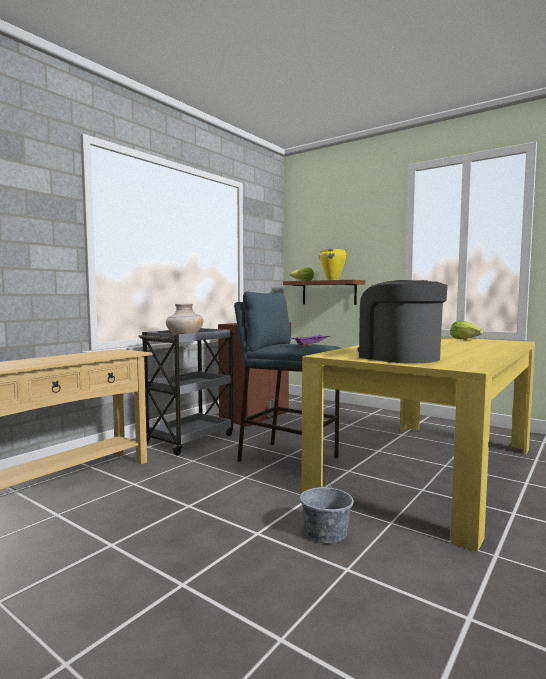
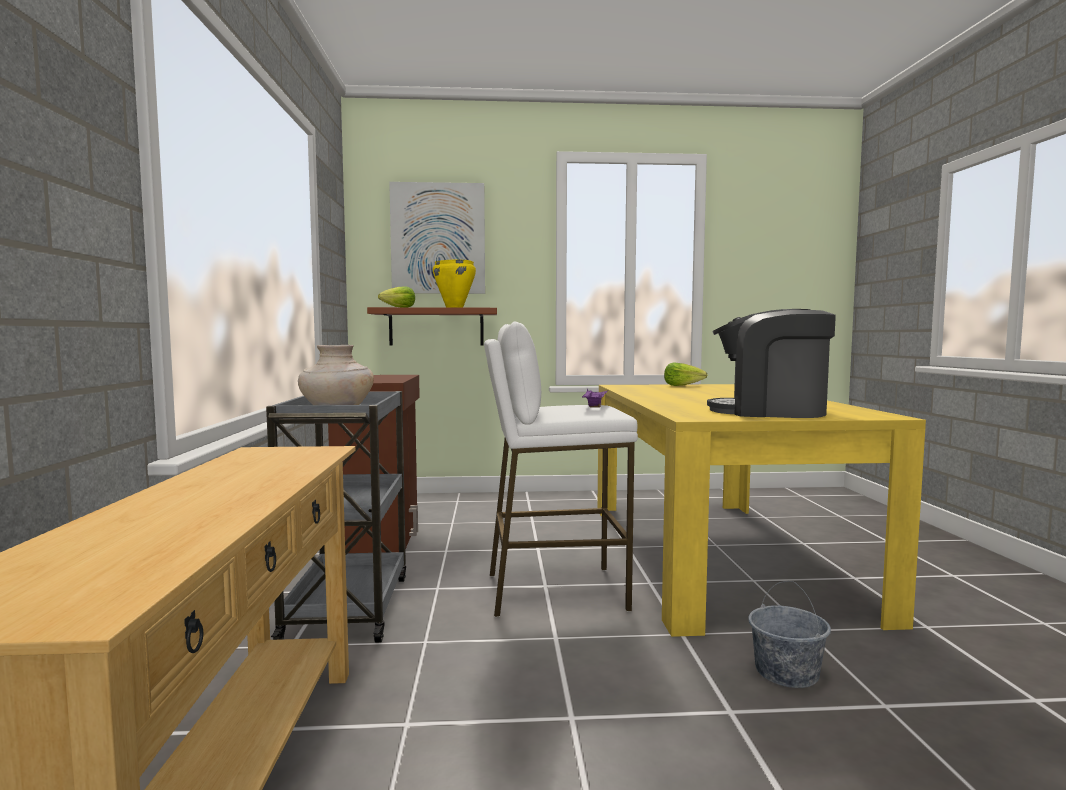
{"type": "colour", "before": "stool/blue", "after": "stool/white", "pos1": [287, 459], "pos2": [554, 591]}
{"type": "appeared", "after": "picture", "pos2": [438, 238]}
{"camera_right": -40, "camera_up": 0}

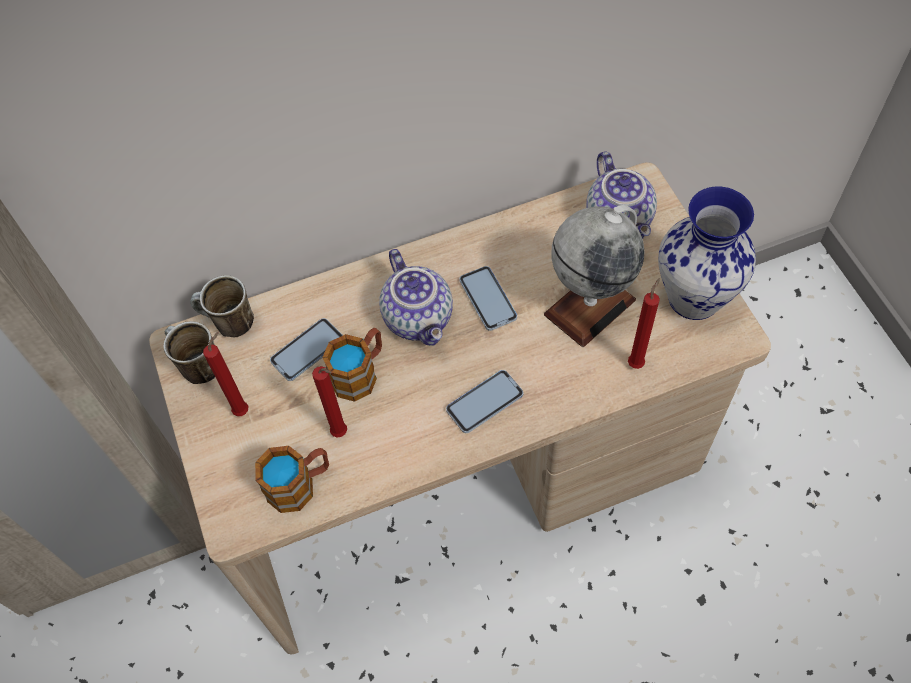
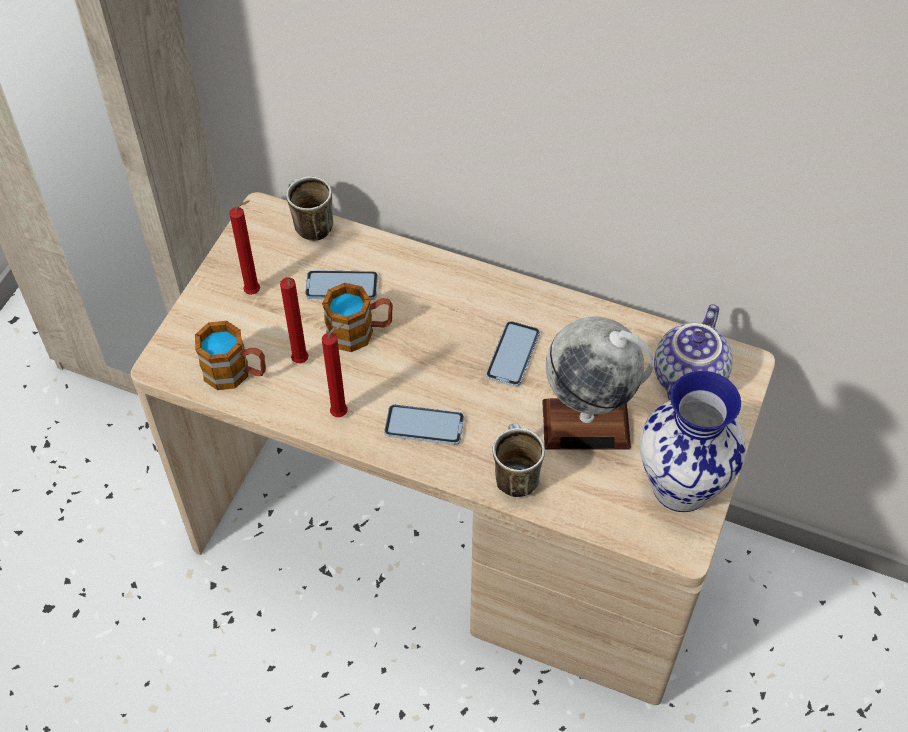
{"type": "missing", "before": "teapot", "pos1": [420, 318]}
{"type": "relocated", "before": "candle/red", "pos1": [636, 362], "pos2": [342, 413]}
{"type": "relocated", "before": "mug", "pos1": [196, 367], "pos2": [513, 475]}
{"camera_right": 40, "camera_up": -5}

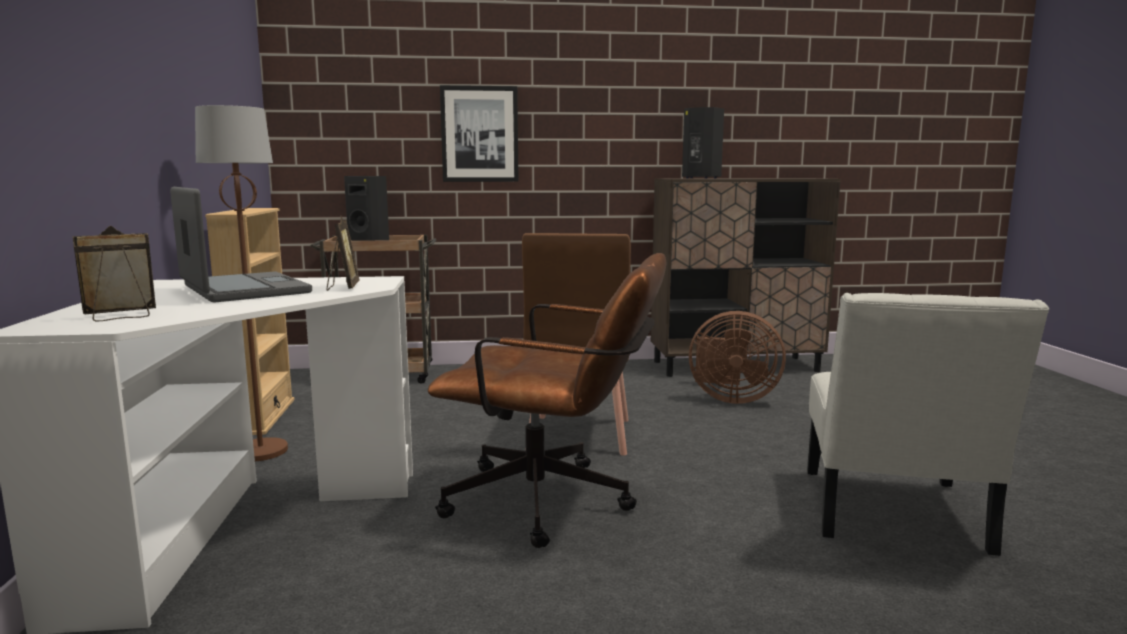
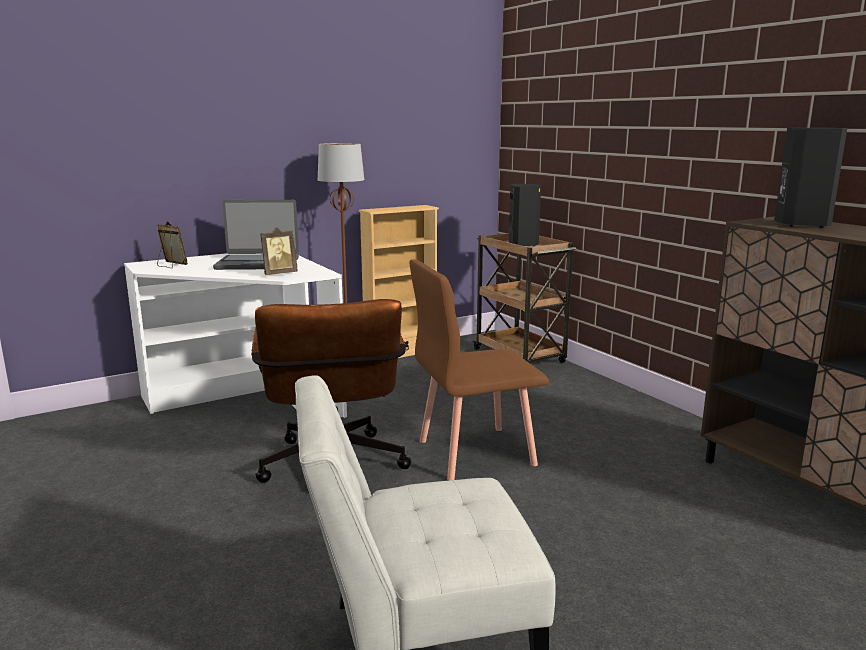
{"type": "missing", "before": "picture", "pos1": [479, 134]}
{"type": "spun", "before": "laptop", "pos1": [243, 290], "pos2": [258, 263], "turn": 60}
{"type": "missing", "before": "fan/brown", "pos1": [730, 398]}
{"camera_right": 65, "camera_up": 5}

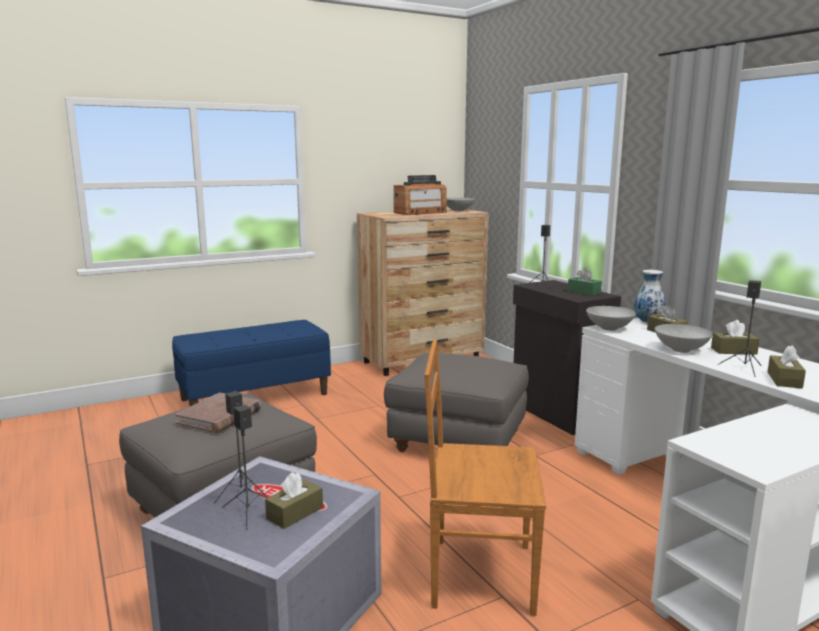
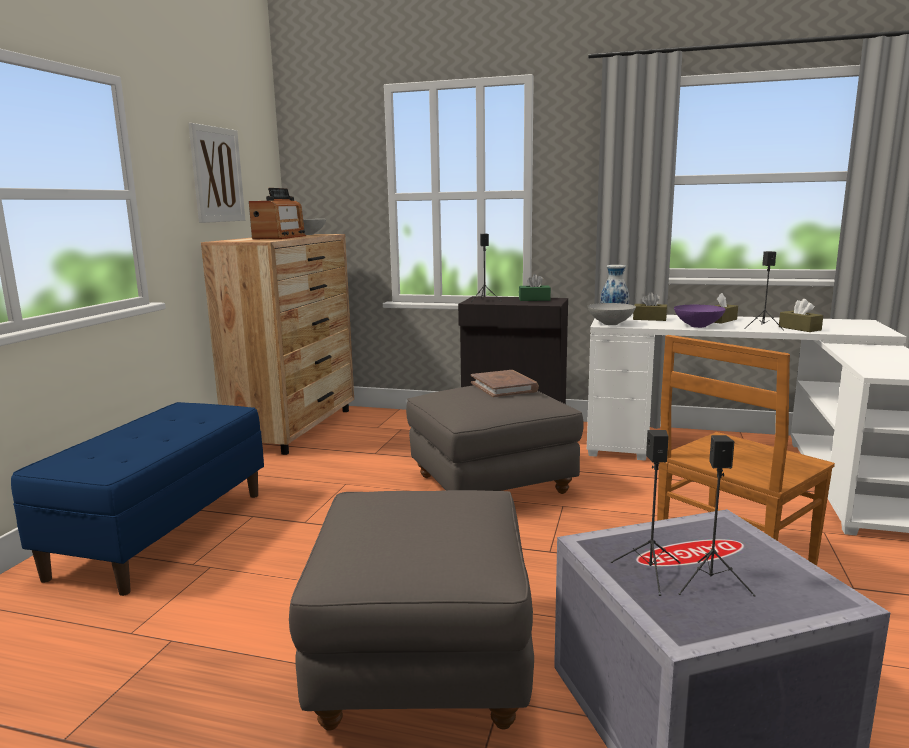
{"type": "colour", "before": "bowl/grey", "after": "bowl/purple", "pos1": [680, 350], "pos2": [697, 326]}
{"type": "relocated", "before": "book/brown", "pos1": [220, 416], "pos2": [504, 387]}
{"type": "missing", "before": "tissue box/brown", "pos1": [295, 513]}
{"type": "appeared", "after": "picture", "pos2": [217, 175]}
{"camera_right": -45, "camera_up": 0}

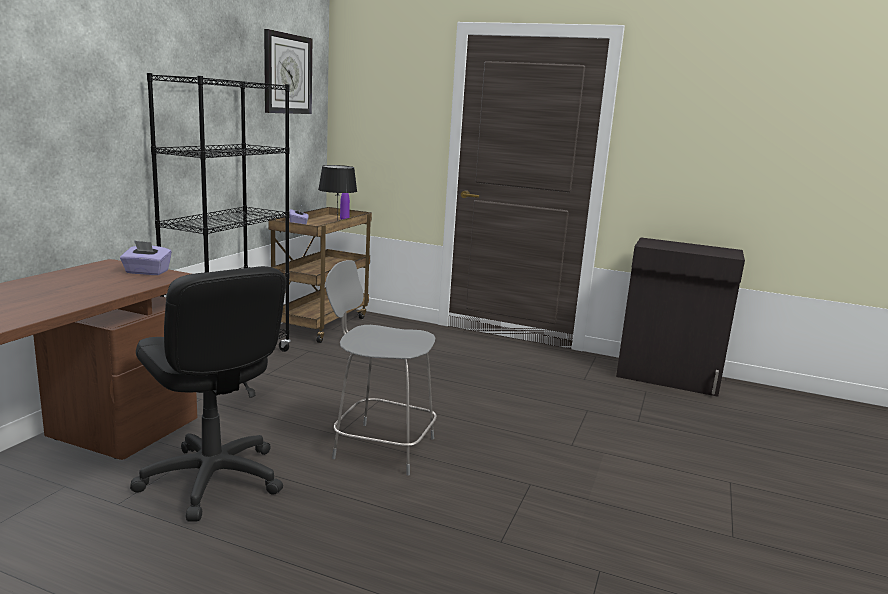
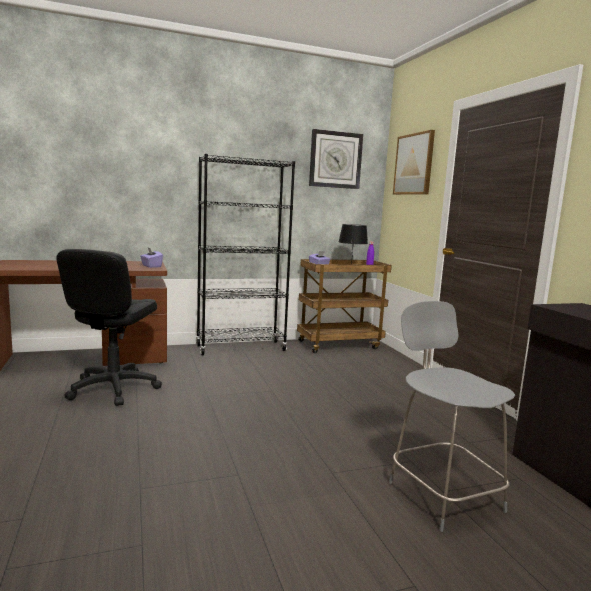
{"type": "relocated", "before": "chair/grey", "pos1": [381, 447], "pos2": [442, 494]}
{"type": "appeared", "after": "picture", "pos2": [414, 164]}
{"camera_right": 50, "camera_up": -5}

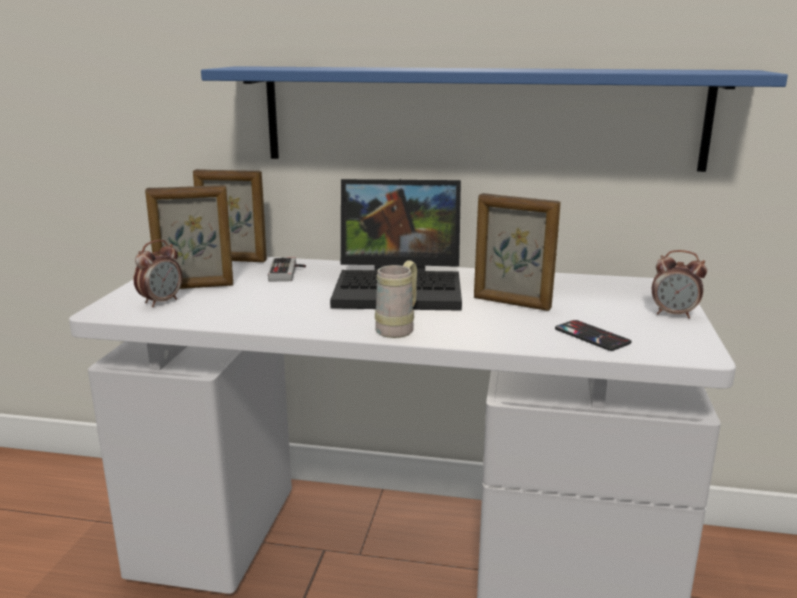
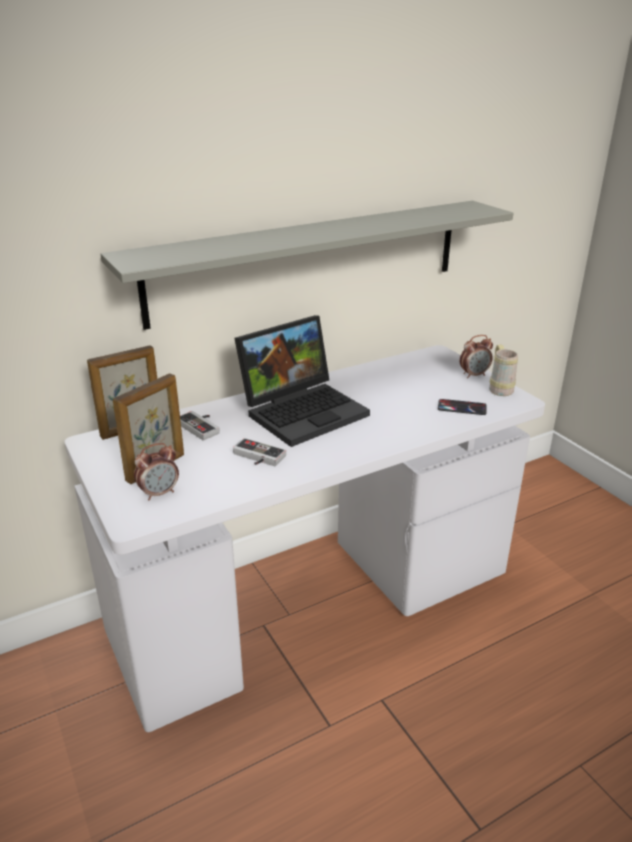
{"type": "colour", "before": "shelf/blue", "after": "shelf/grey", "pos1": [479, 117], "pos2": [310, 260]}
{"type": "missing", "before": "picture frame", "pos1": [511, 303]}
{"type": "spun", "before": "alarm clock", "pos1": [161, 302], "pos2": [159, 493], "turn": 60}
{"type": "relocated", "before": "mug/beige", "pos1": [399, 328], "pos2": [499, 388]}
{"type": "appeared", "after": "game controller", "pos2": [256, 457]}
{"camera_right": -40, "camera_up": 10}

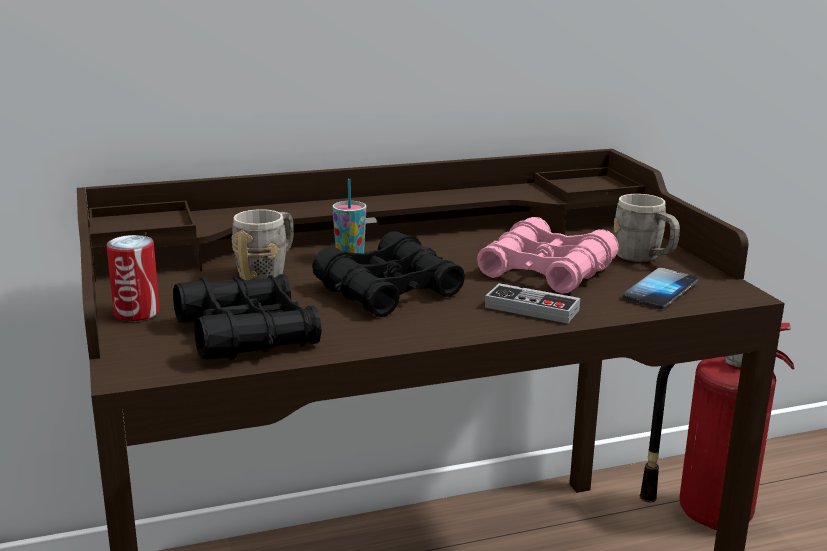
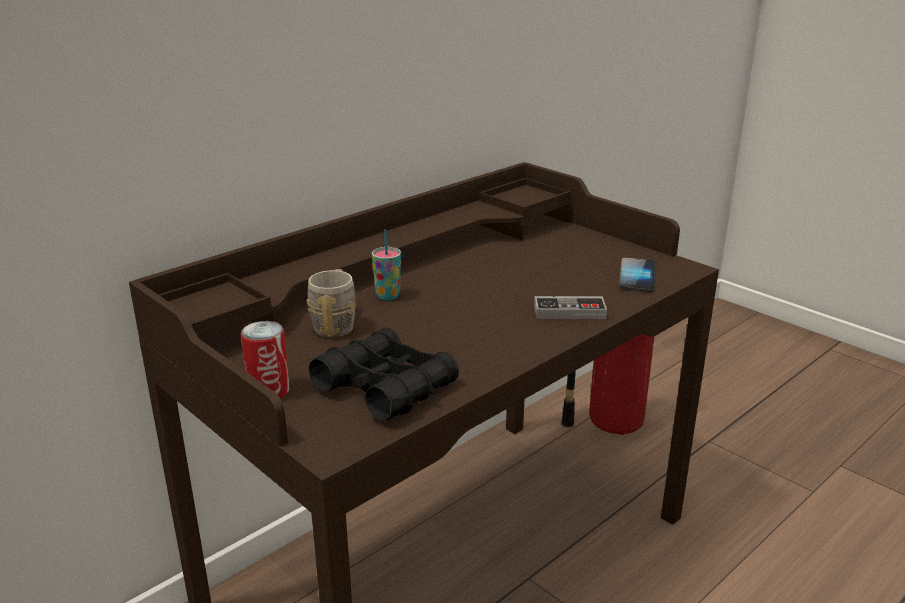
{"type": "missing", "before": "mug/grey", "pos1": [644, 258]}
{"type": "missing", "before": "binoculars/pink", "pos1": [546, 271]}
{"type": "missing", "before": "binoculars/black", "pos1": [389, 291]}
{"camera_right": -25, "camera_up": 5}

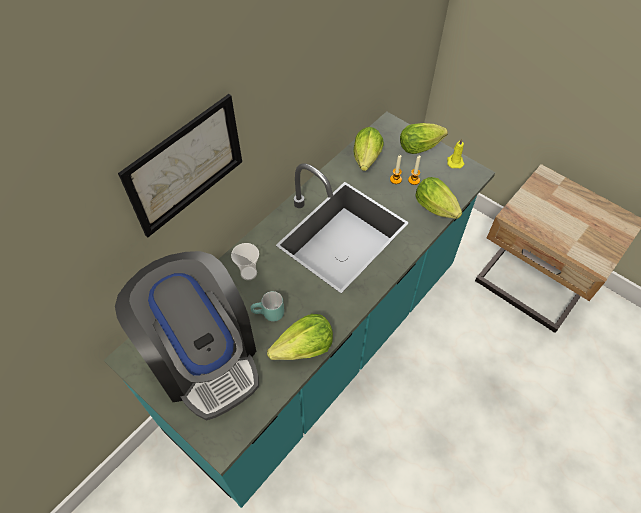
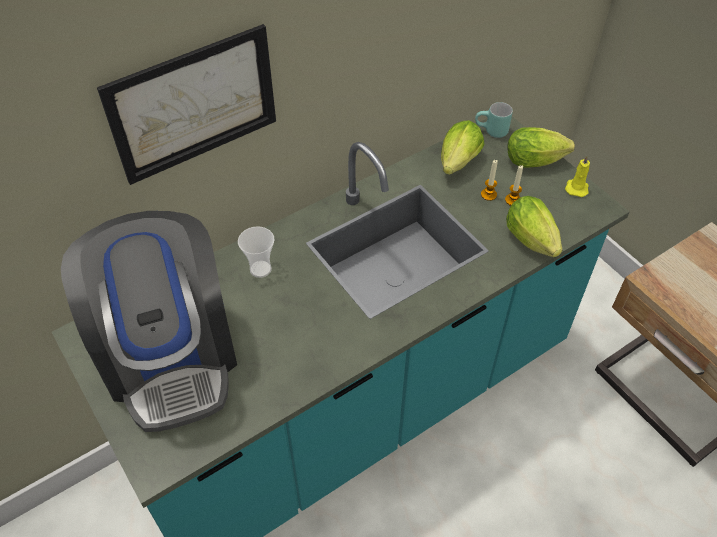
{"type": "relocated", "before": "mug/turquoise", "pos1": [269, 315], "pos2": [491, 132]}
{"type": "missing", "before": "lettuce", "pos1": [304, 348]}
{"camera_right": 15, "camera_up": -5}

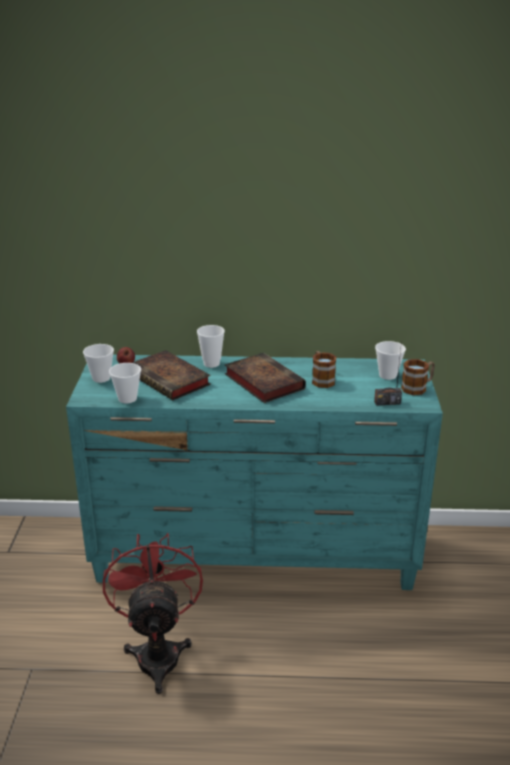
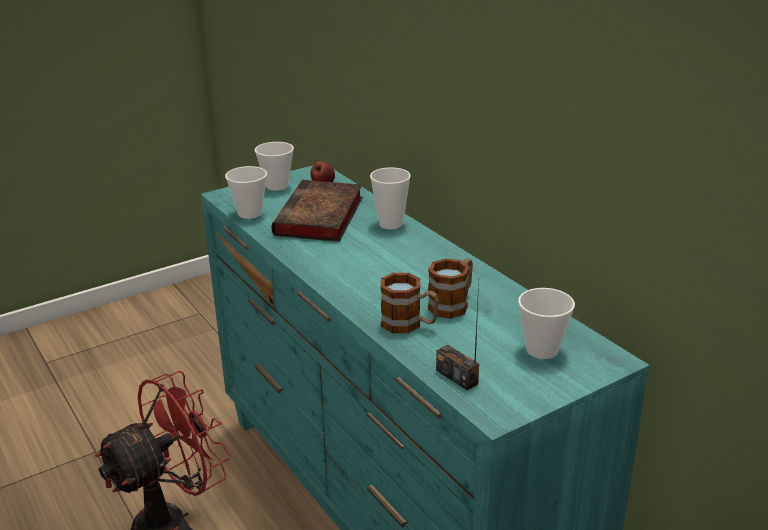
{"type": "missing", "before": "book", "pos1": [262, 381]}
{"type": "relocated", "before": "mug", "pos1": [418, 387], "pos2": [409, 324]}
{"camera_right": 55, "camera_up": 0}

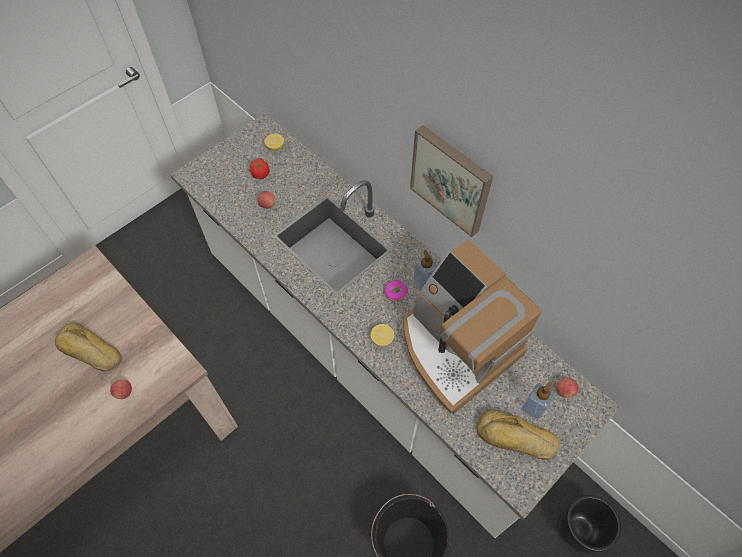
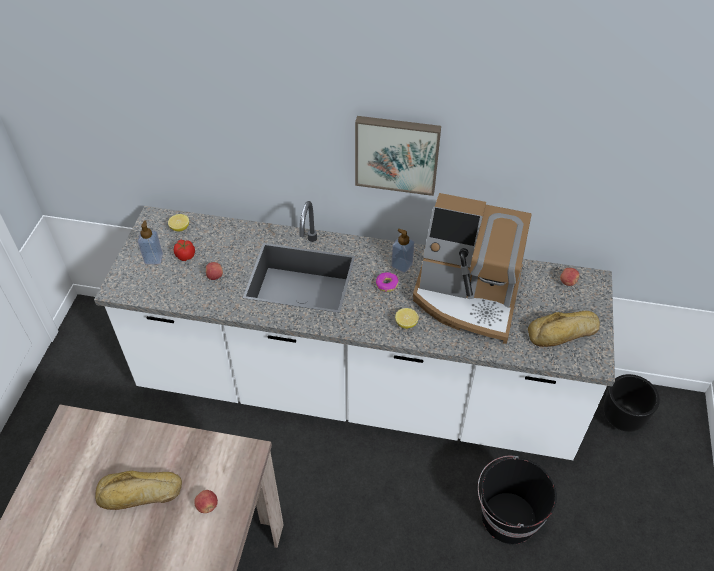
{"type": "relocated", "before": "soap dispenser", "pos1": [533, 407], "pos2": [153, 258]}
{"camera_right": -35, "camera_up": -10}

